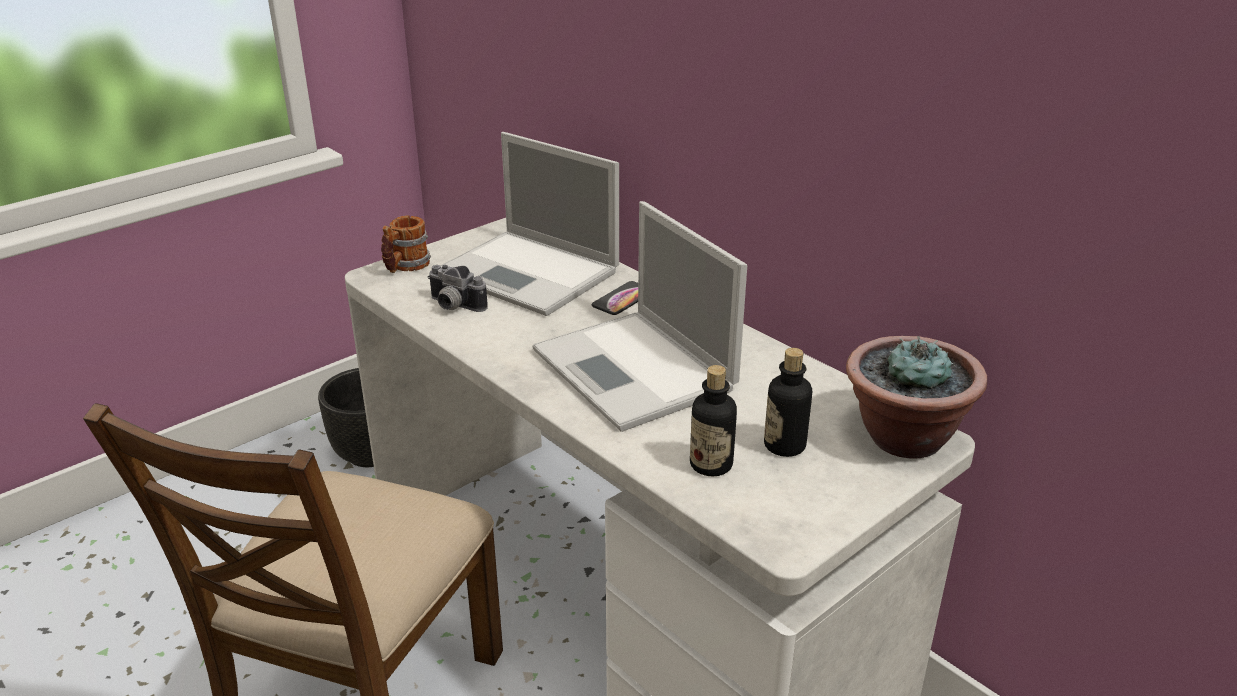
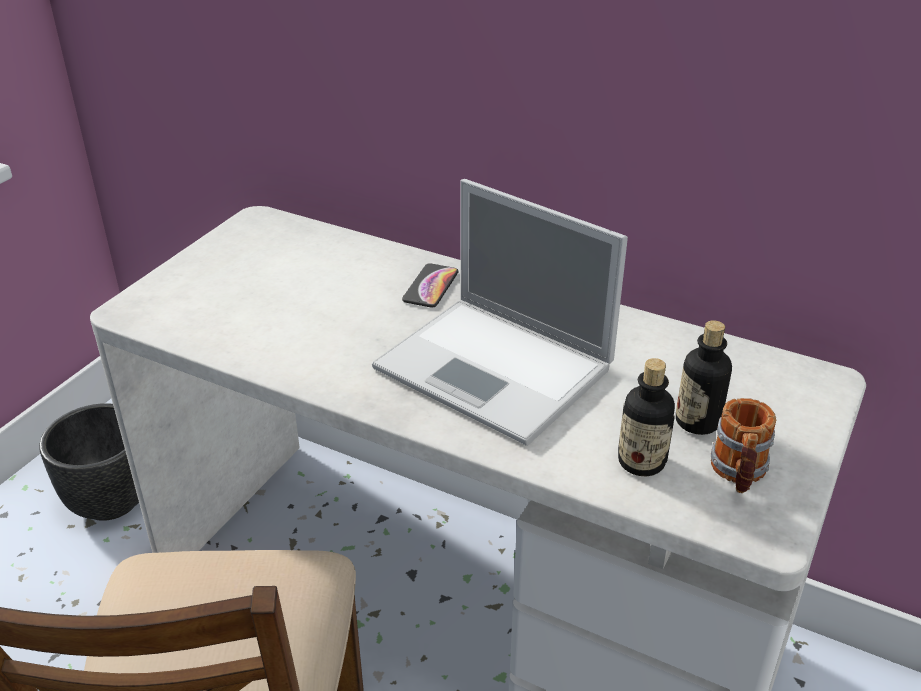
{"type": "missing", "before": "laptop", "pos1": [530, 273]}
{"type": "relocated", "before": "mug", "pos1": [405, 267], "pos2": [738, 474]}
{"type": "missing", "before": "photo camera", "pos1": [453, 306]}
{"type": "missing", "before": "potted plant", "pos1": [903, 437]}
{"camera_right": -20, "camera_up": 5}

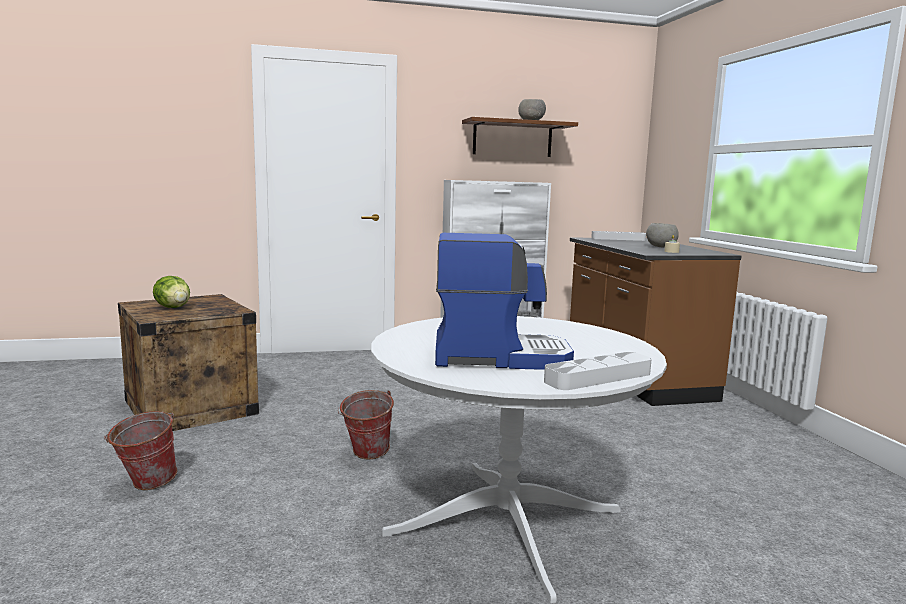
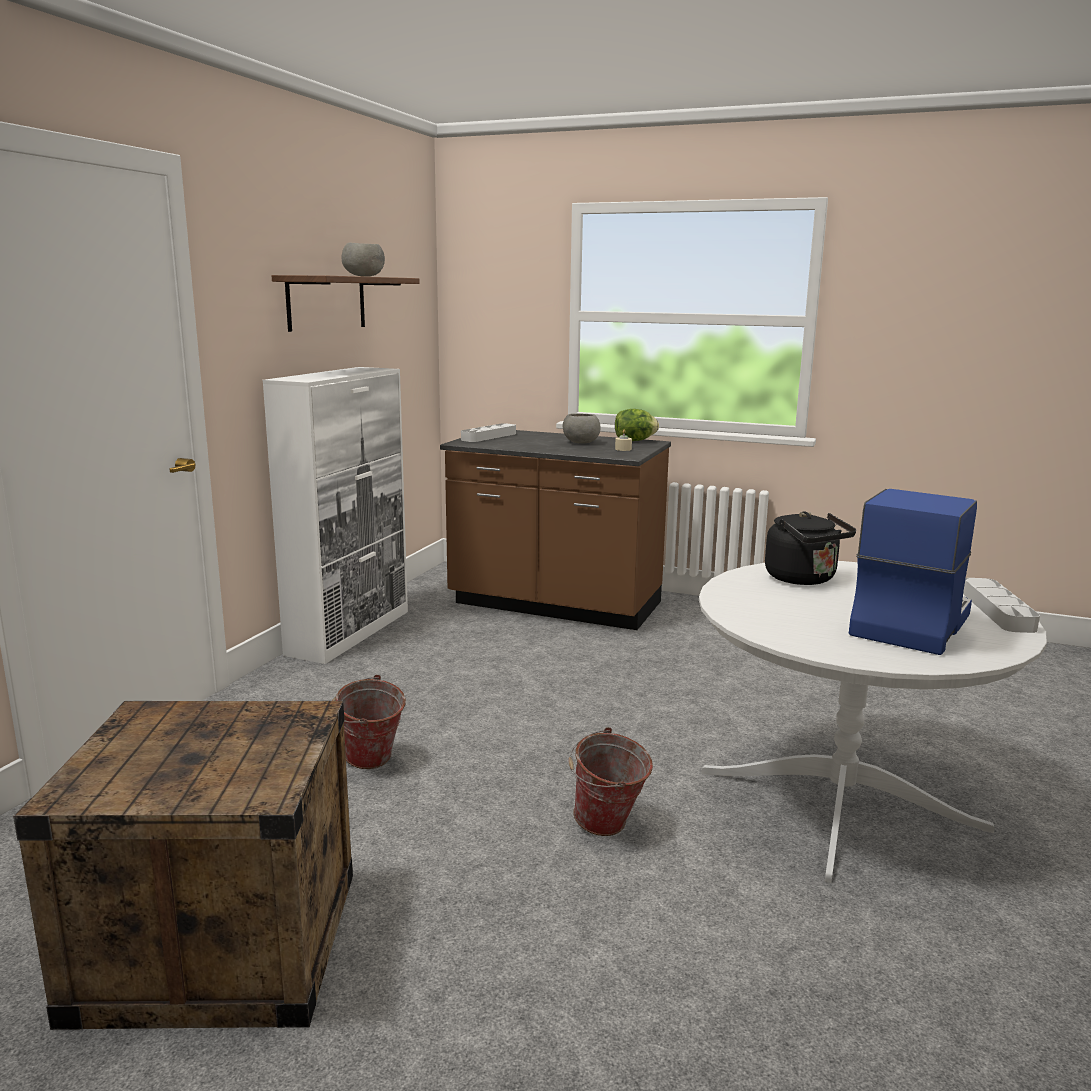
{"type": "relocated", "before": "lettuce", "pos1": [173, 308], "pos2": [634, 441]}
{"type": "relocated", "before": "bucket", "pos1": [145, 485], "pos2": [370, 764]}
{"type": "appeared", "after": "kettle/black", "pos2": [804, 579]}
{"camera_right": -55, "camera_up": 5}

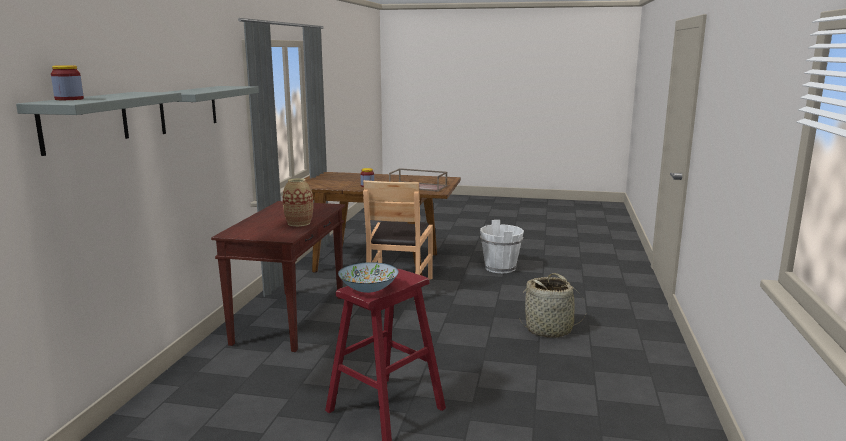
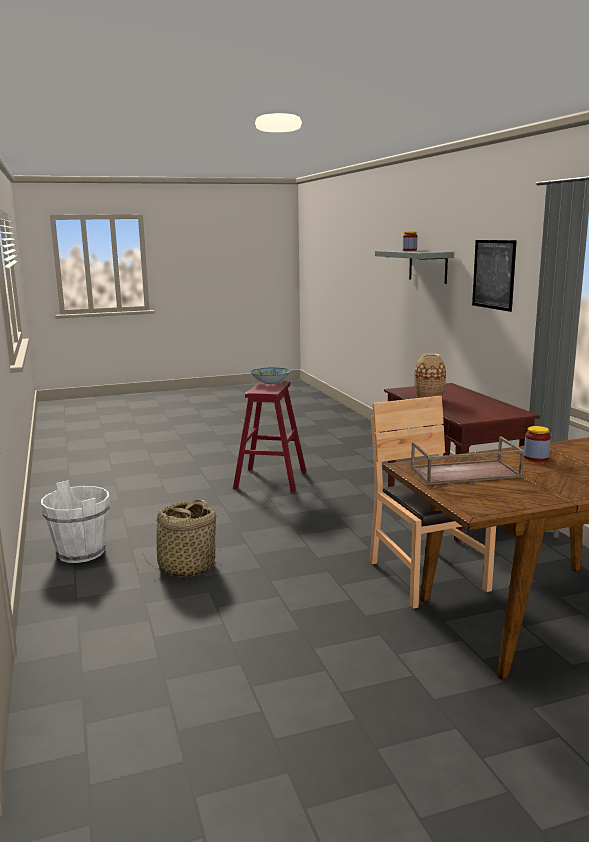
{"type": "exchanged", "before": "shelf/grey", "after": "picture", "pos1": [189, 108], "pos2": [493, 274]}
{"type": "relocated", "before": "bucket/white", "pos1": [500, 268], "pos2": [80, 552]}
{"camera_right": 150, "camera_up": 0}

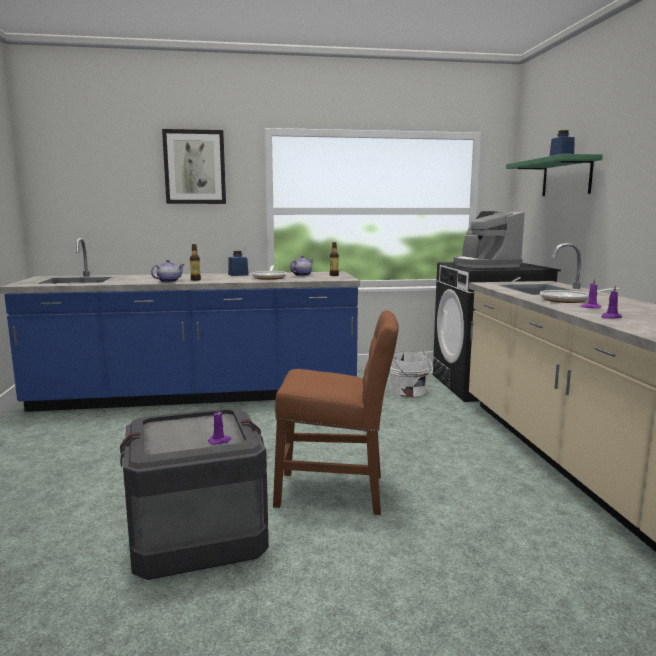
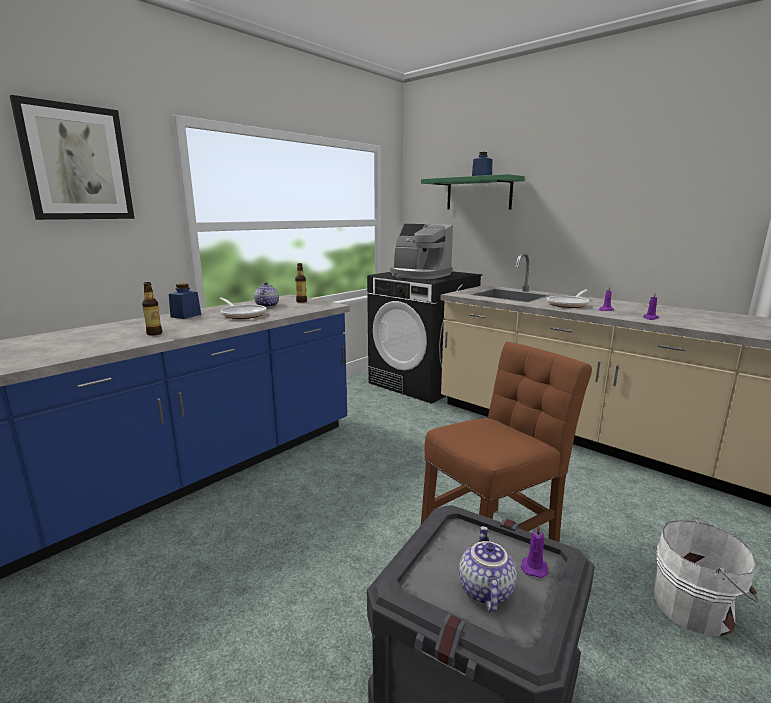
{"type": "relocated", "before": "teapot", "pos1": [168, 281], "pos2": [484, 590]}
{"type": "relocated", "before": "bucket/white", "pos1": [409, 392], "pos2": [696, 607]}
{"camera_right": -40, "camera_up": 5}

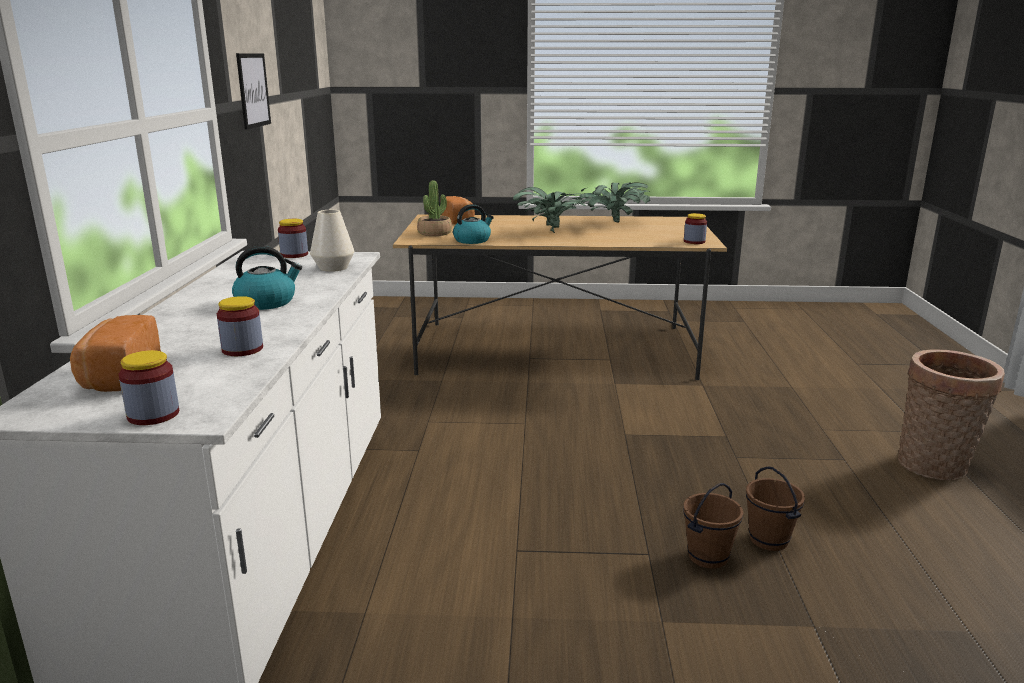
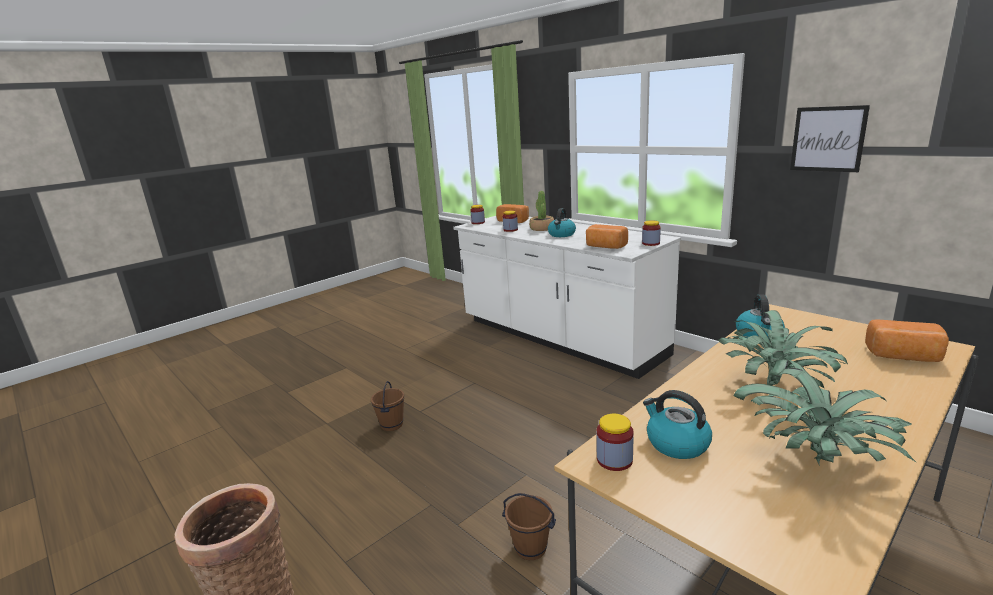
{"type": "relocated", "before": "potted plant", "pos1": [434, 233], "pos2": [542, 228]}
{"type": "exchanged", "before": "vase/white", "after": "bread", "pos1": [333, 268], "pos2": [605, 247]}
{"type": "relocated", "before": "bucket/brown", "pos1": [769, 540], "pos2": [530, 548]}
{"type": "appeared", "after": "kettle", "pos2": [676, 443]}
{"camera_right": 135, "camera_up": 0}

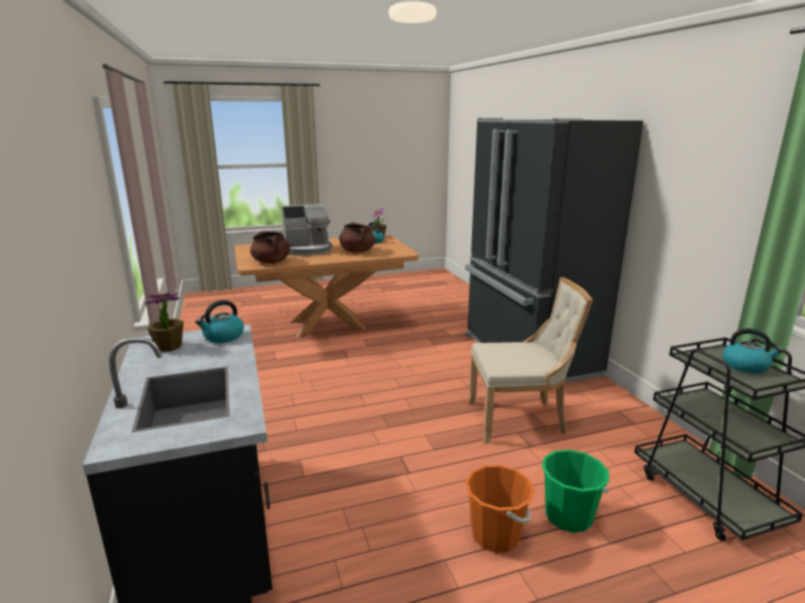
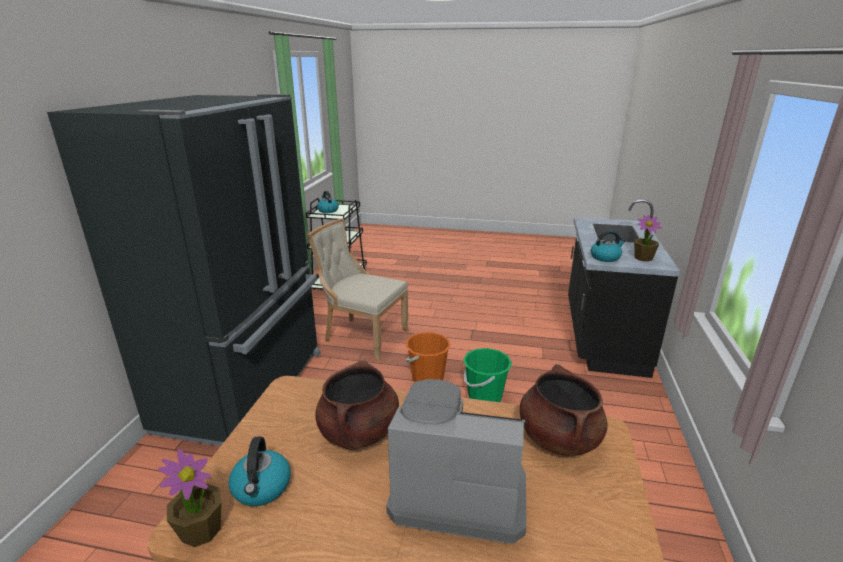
{"type": "relocated", "before": "bucket/green", "pos1": [568, 516], "pos2": [484, 396]}
{"type": "relocated", "before": "bucket/orange", "pos1": [496, 535], "pos2": [427, 377]}
{"camera_right": -150, "camera_up": 5}

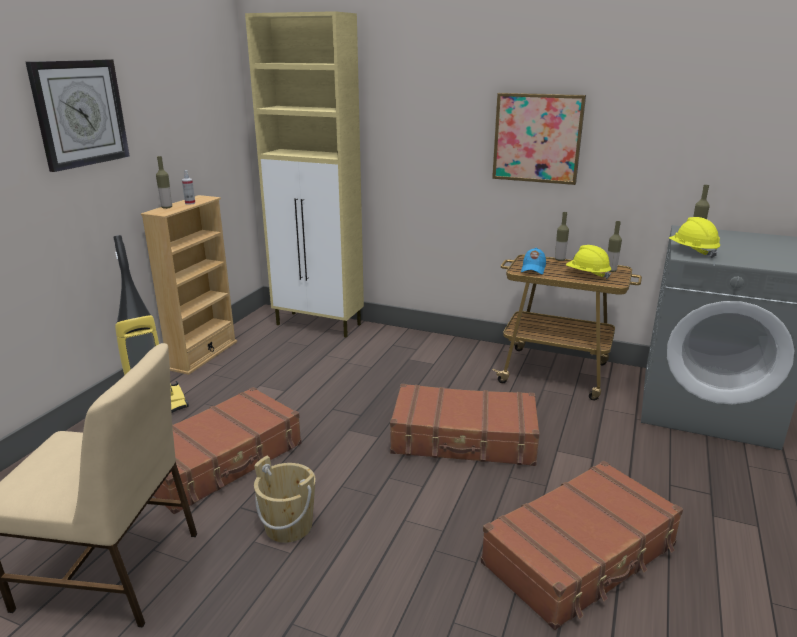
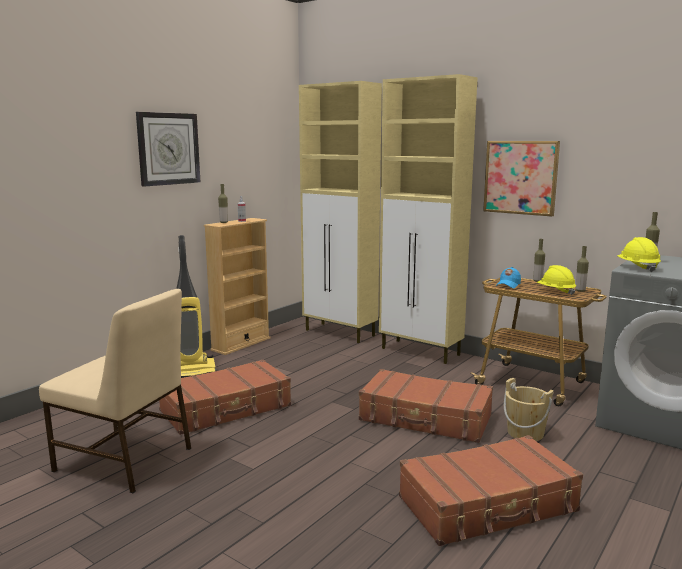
{"type": "relocated", "before": "bucket/beige", "pos1": [288, 526], "pos2": [525, 433]}
{"type": "appeared", "after": "cabinet/beige", "pos2": [421, 352]}
{"camera_right": 15, "camera_up": -10}

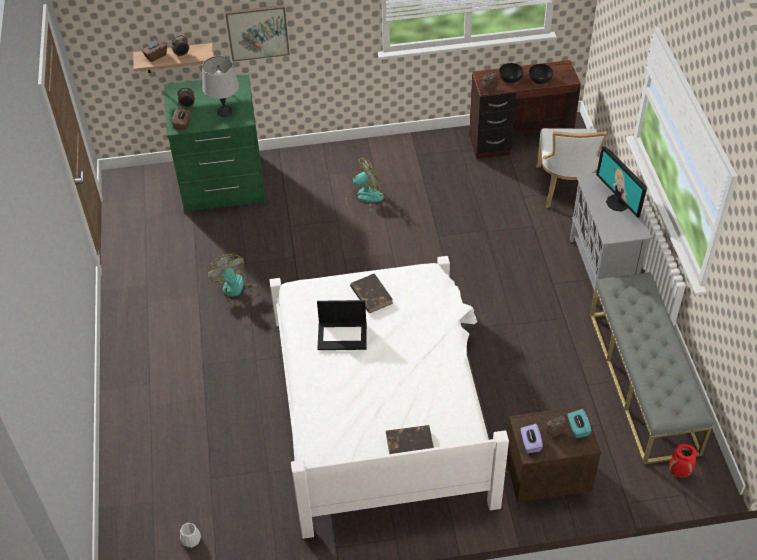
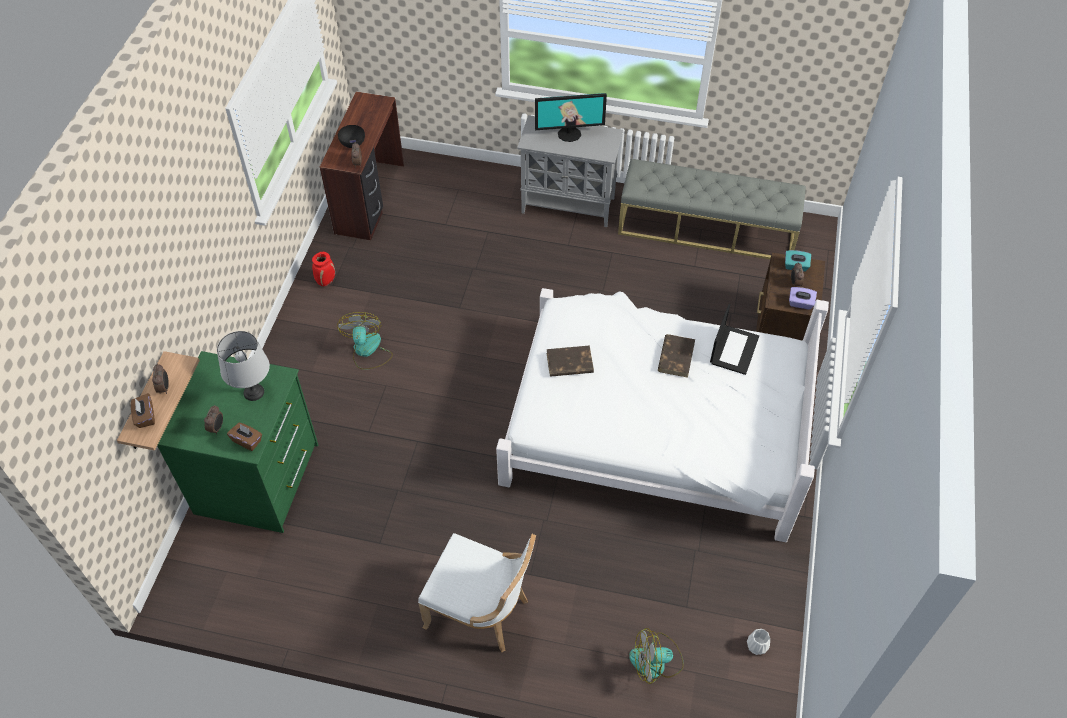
{"type": "missing", "before": "picture", "pos1": [257, 32]}
{"type": "missing", "before": "bowl/black", "pos1": [539, 79]}
{"type": "relocated", "before": "chair/white", "pos1": [565, 188], "pos2": [481, 611]}
{"type": "relocated", "before": "fan", "pos1": [236, 291], "pos2": [656, 662]}
{"type": "relocated", "before": "laptop", "pos1": [343, 335], "pos2": [733, 349]}
{"type": "relocated", "before": "book/brown", "pos1": [410, 443], "pos2": [676, 357]}
{"type": "relocated", "before": "vase/red", "pos1": [679, 472], "pos2": [326, 281]}
{"camera_right": -70, "camera_up": 5}

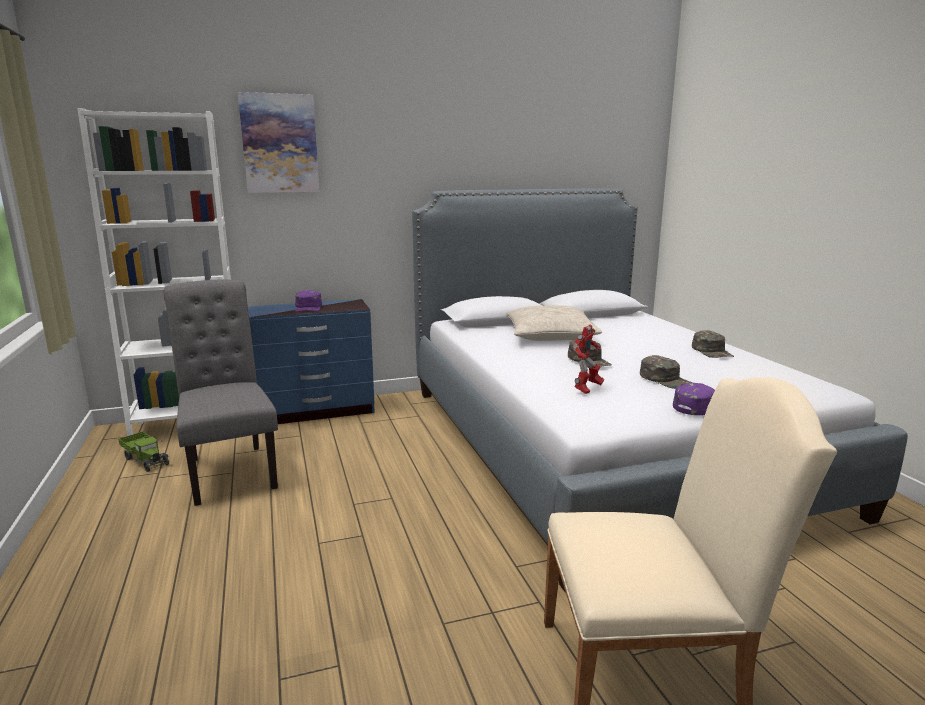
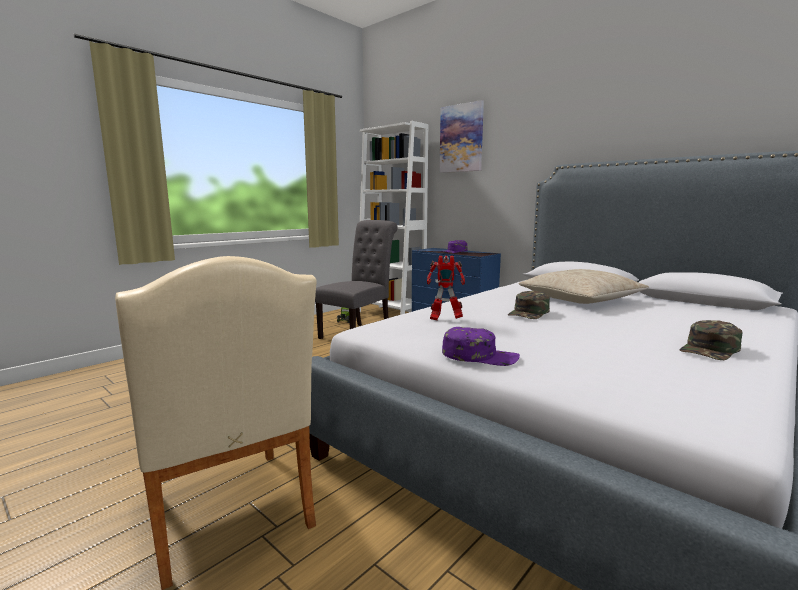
{"type": "missing", "before": "cap/green", "pos1": [666, 380]}
{"camera_right": 60, "camera_up": -5}

